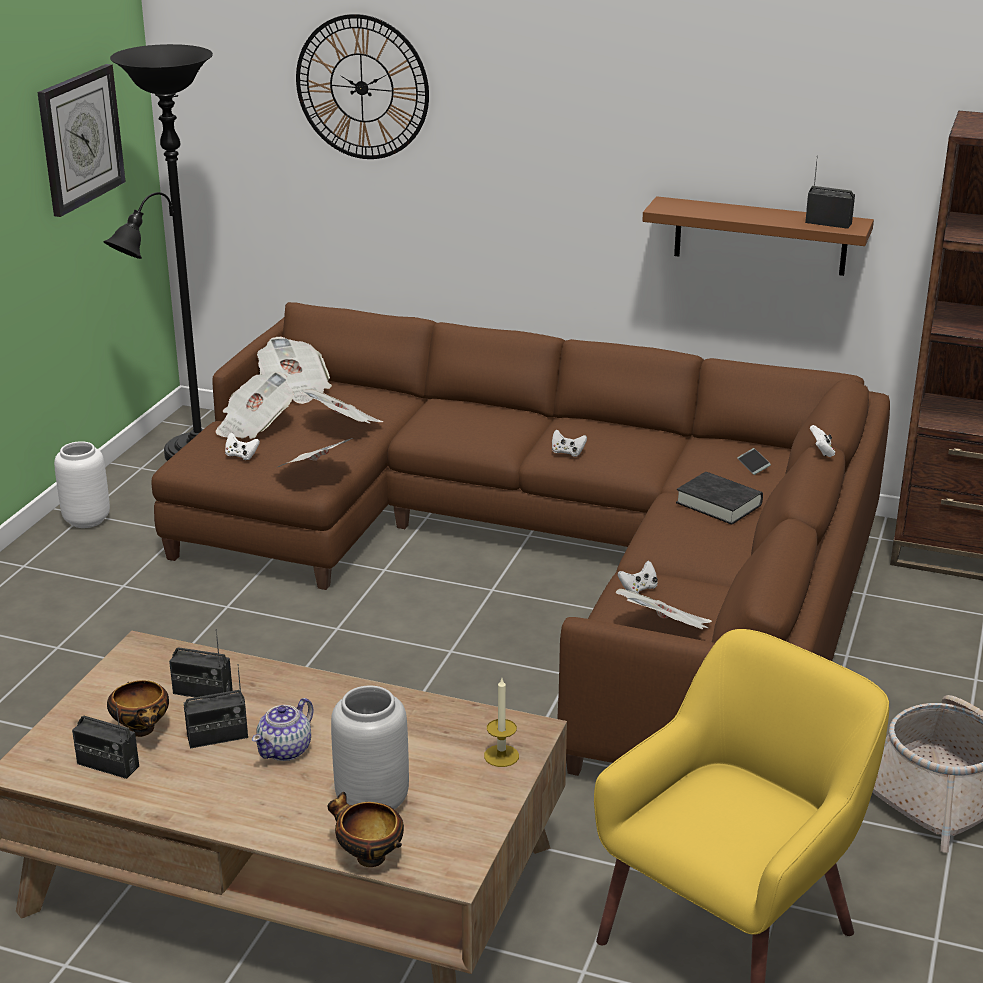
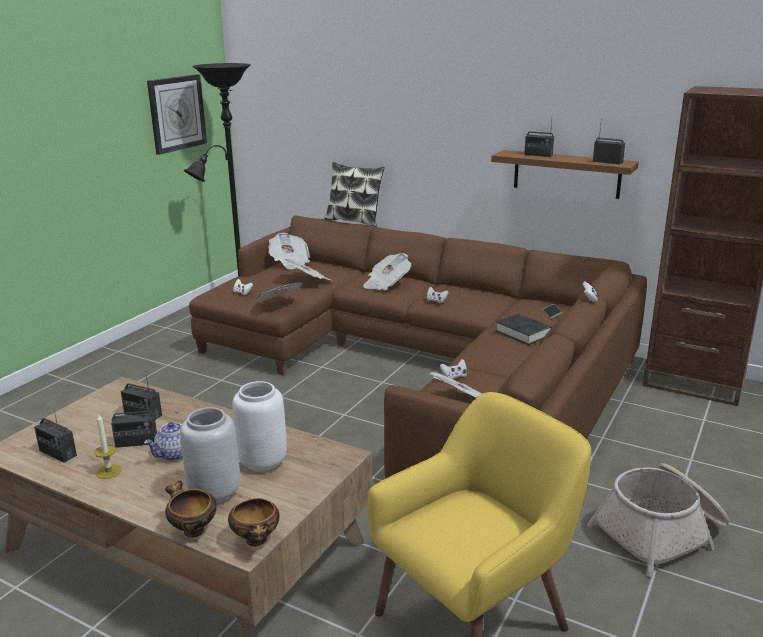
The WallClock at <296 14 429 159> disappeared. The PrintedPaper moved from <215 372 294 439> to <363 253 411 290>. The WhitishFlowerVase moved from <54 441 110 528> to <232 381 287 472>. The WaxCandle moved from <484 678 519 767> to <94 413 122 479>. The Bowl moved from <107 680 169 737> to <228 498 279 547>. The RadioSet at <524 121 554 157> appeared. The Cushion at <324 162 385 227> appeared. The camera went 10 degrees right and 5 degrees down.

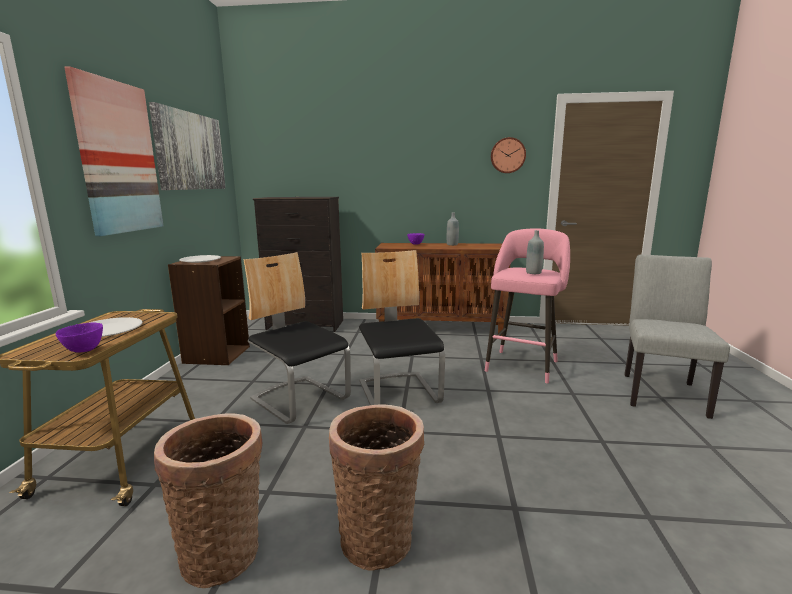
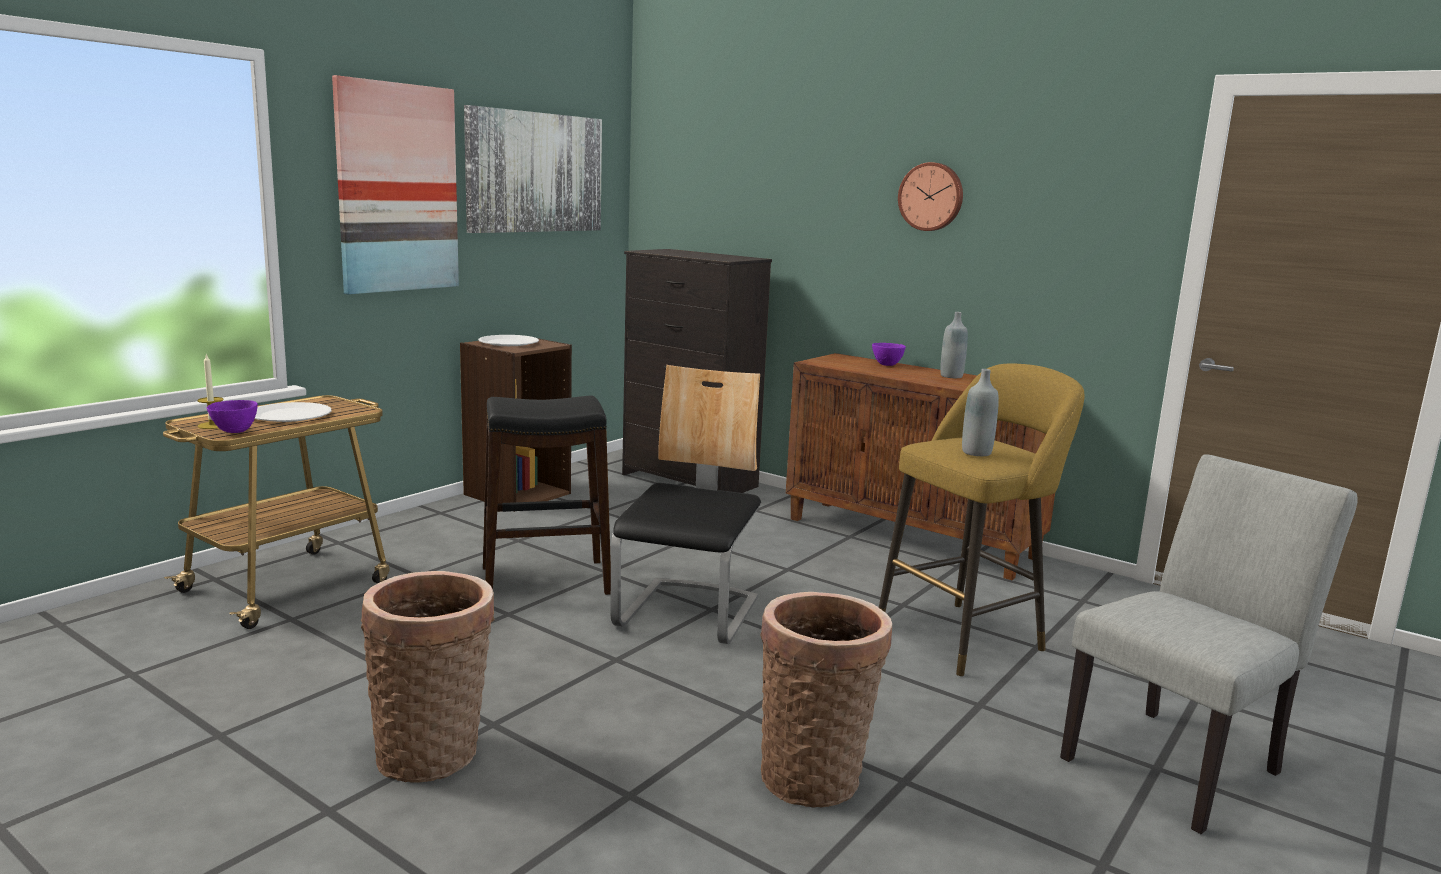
The WallClock moved from <491 137 526 173> to <898 162 963 231>. The PinkishSittingStool at <485 228 570 383> became the YellowishSittingStool at <879 364 1085 676>. The Chair at <244 252 351 424> was replaced by the BlackishSittingStool at <483 395 611 595>. The HouseholdBasket moved from <154 414 263 588> to <760 592 892 808>. The WaxCandle at <197 353 223 429> appeared. The camera went 30 degrees right and 0 degrees up.

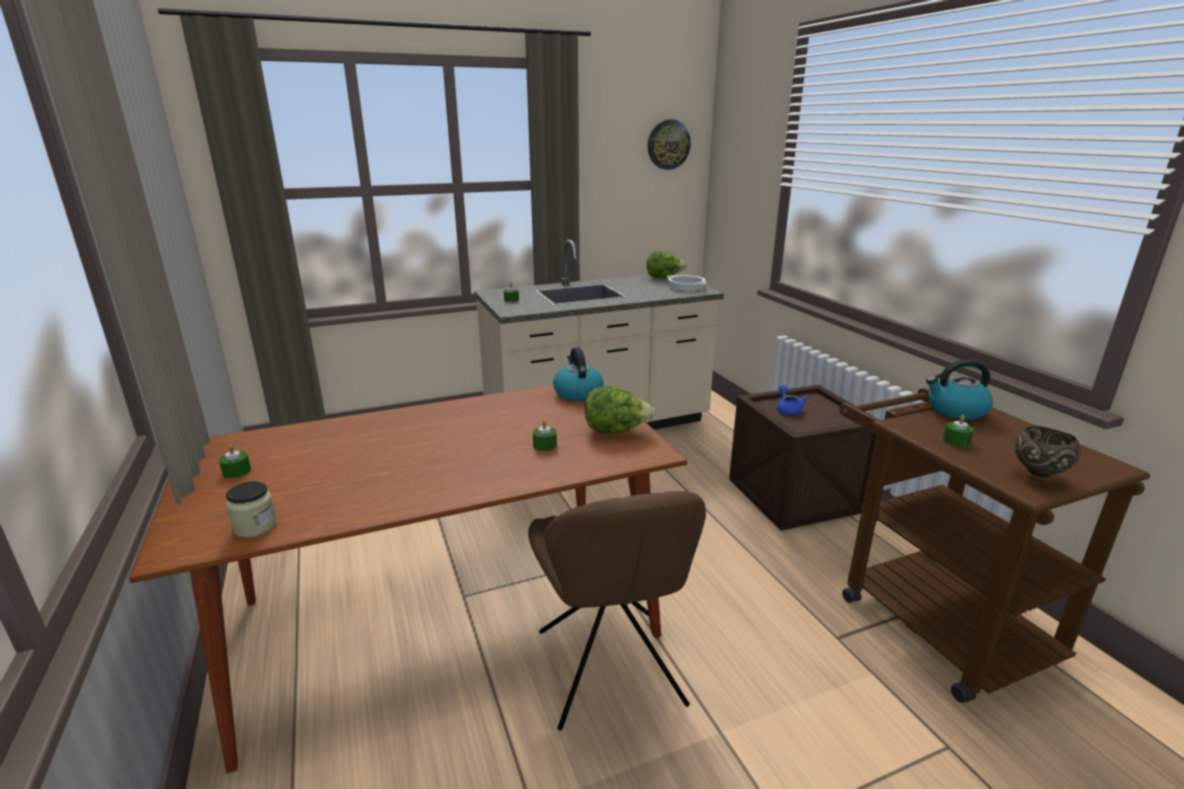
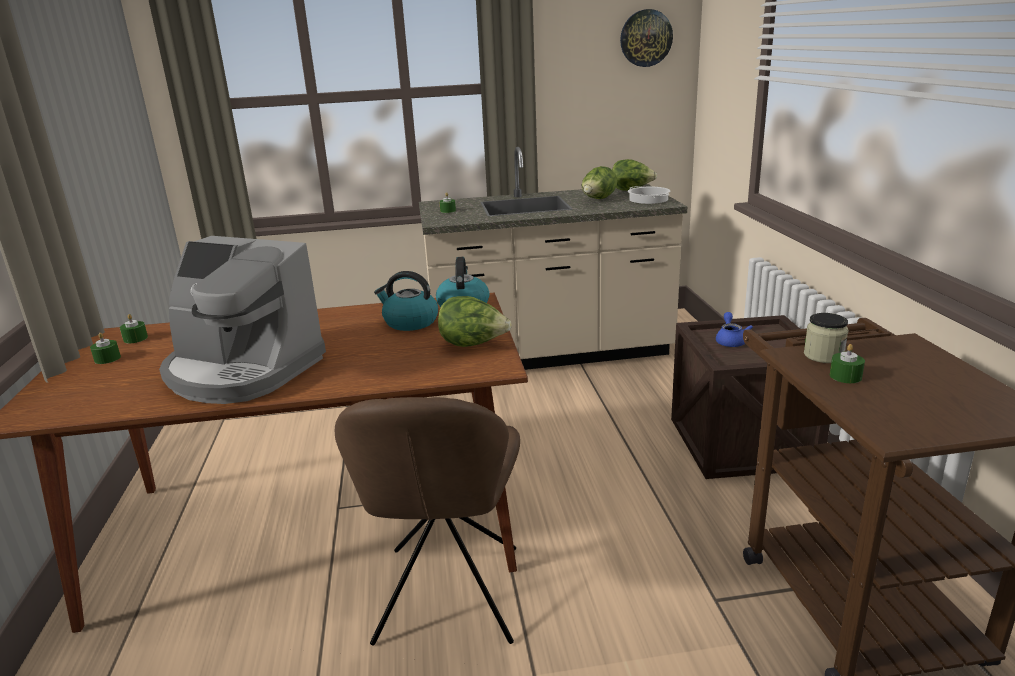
The WaterKettle moved from <926 359 993 420> to <374 271 438 331>. The GreenishWaxCandle moved from <533 420 557 451> to <120 314 148 343>. The BrownishBowl at <1014 426 1080 482> disappeared. The StorageJar moved from <226 481 277 538> to <804 313 849 363>. The HeadOfLettuce at <581 166 617 199> appeared. The CoffeeBrewer at <159 236 326 404> appeared. The camera went 15 degrees right and 0 degrees up.

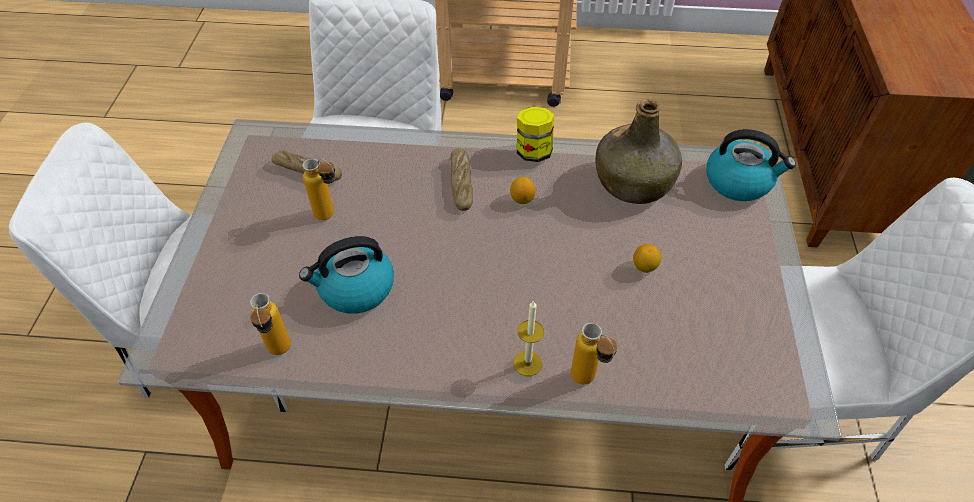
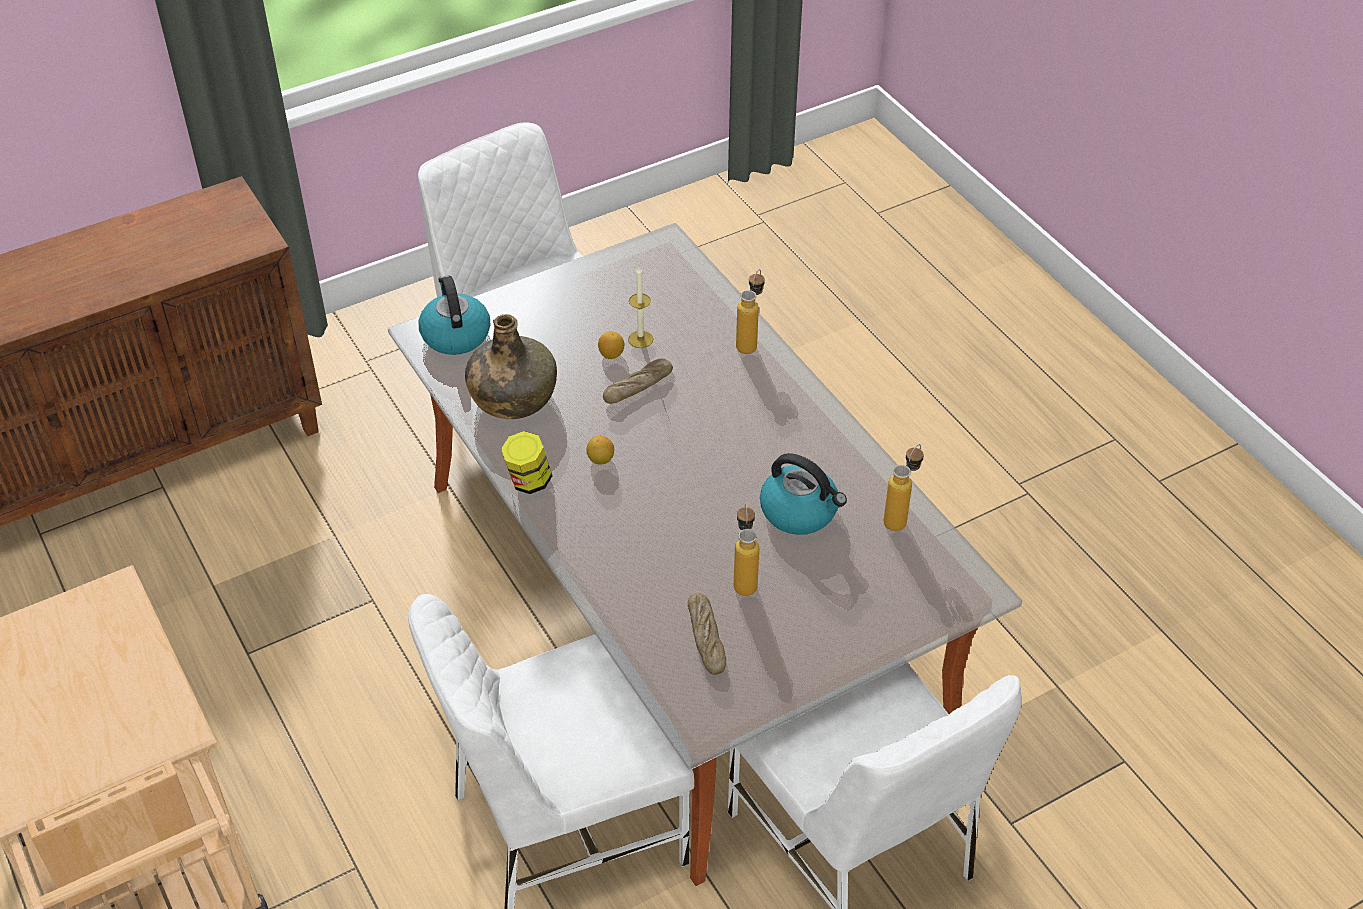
The BakedBread moved from <450 148 473 211> to <603 358 673 404>. The WaxCandle moved from <513 300 544 376> to <628 268 653 348>. The camera went 125 degrees left and 5 degrees down.

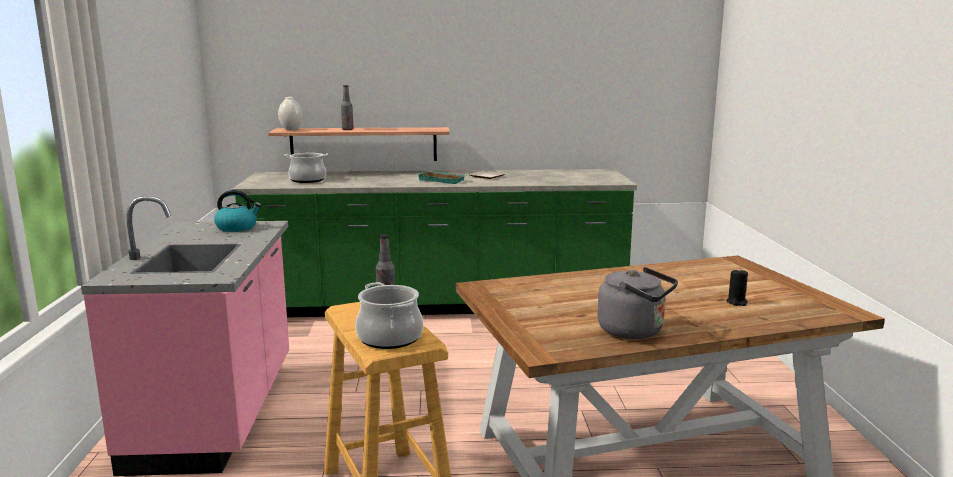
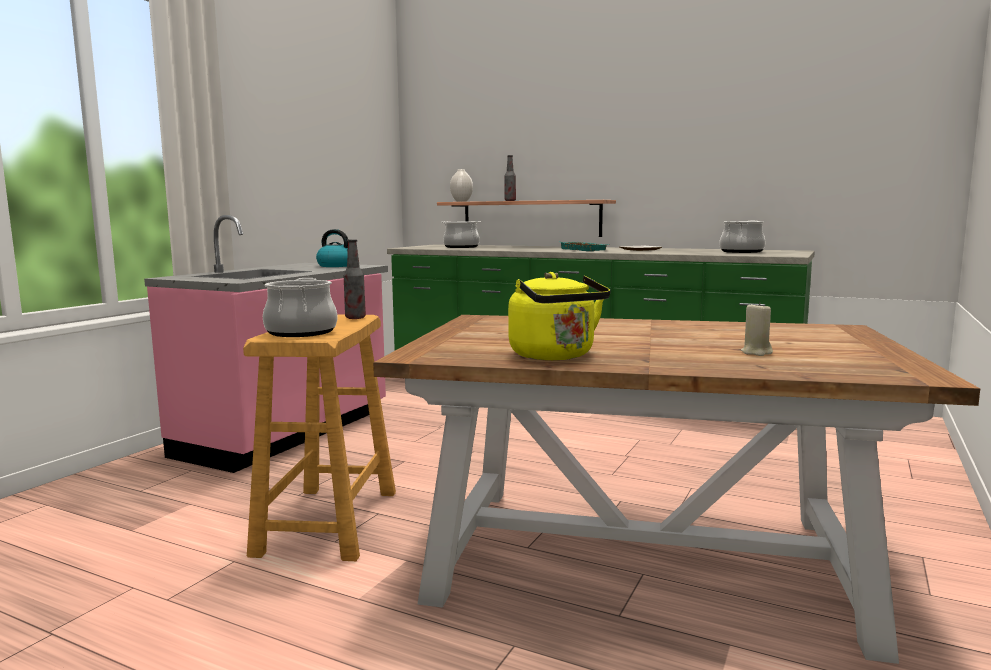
The GreyWaterKettle at <597 267 678 339> became the YellowishWaterKettle at <508 272 610 360>. The BlackishWaxCandle at <726 268 748 306> became the BeigeColouredWaxCandle at <741 302 773 356>. The CookingPot at <719 220 766 253> appeared. The camera went 30 degrees right and 5 degrees down.

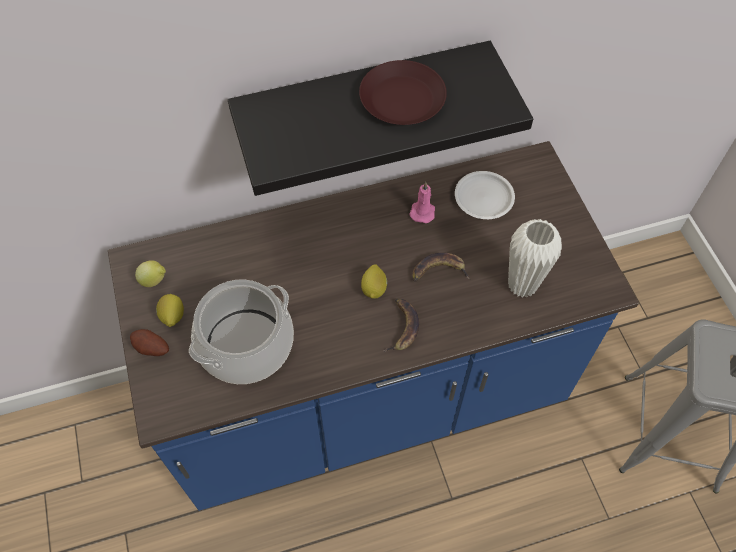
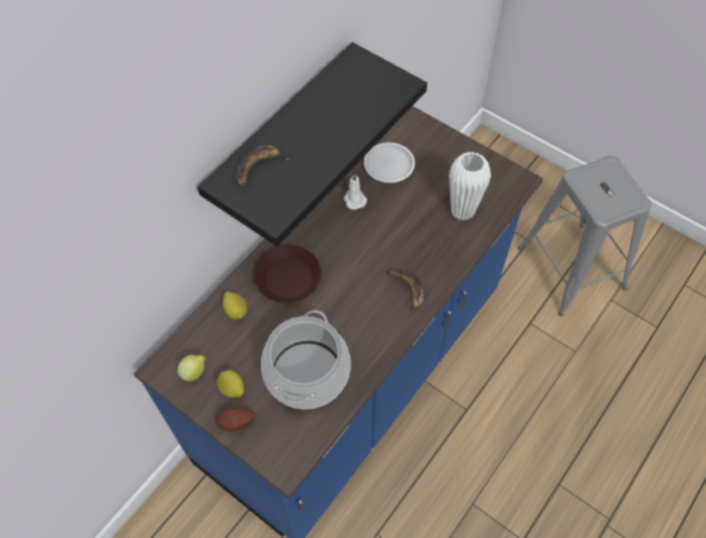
The BrownishPlate moved from <359 60 447 125> to <254 245 321 303>. The PinkishWaxCandle at <409 182 435 223> became the WhitishWaxCandle at <344 174 367 210>. The Banana moved from <412 253 470 282> to <236 145 290 187>. The Lemon moved from <361 265 387 299> to <223 291 247 319>. The camera went 35 degrees left and 0 degrees up.

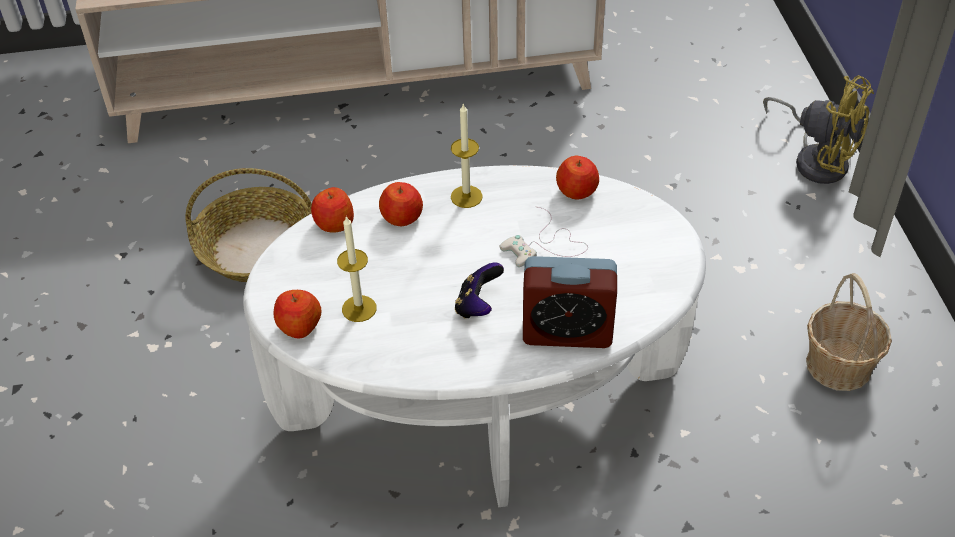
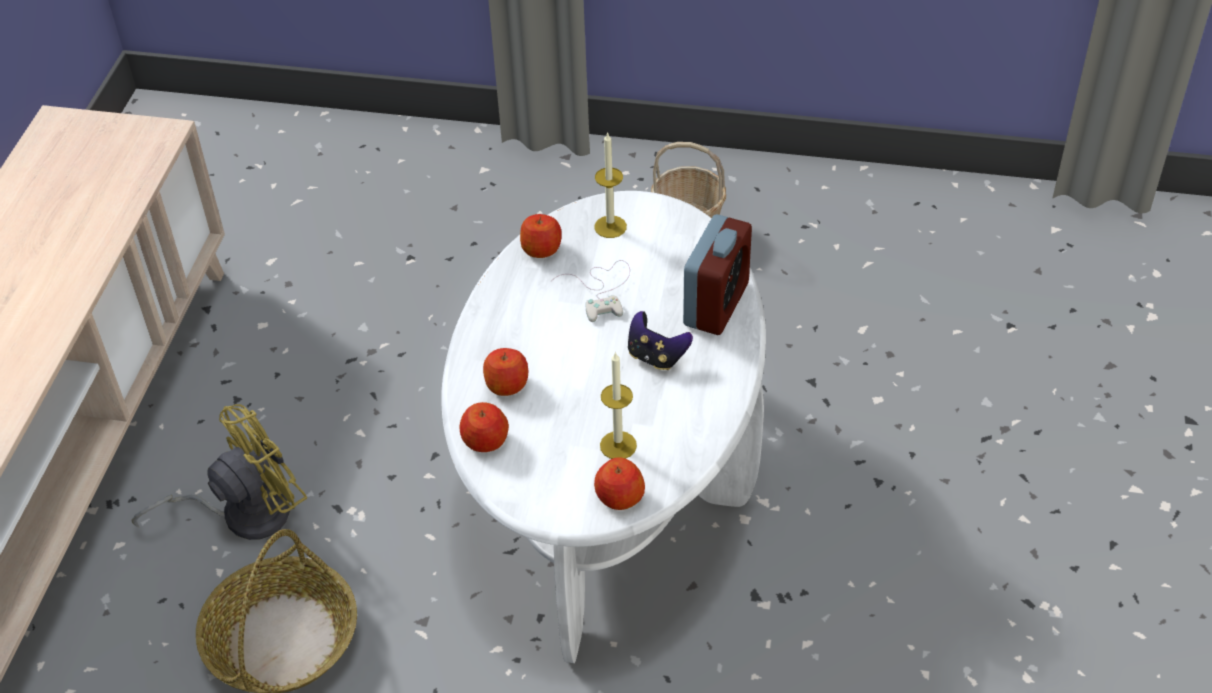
The YellowishCoolingFan moved from <763 75 874 184> to <132 404 307 540>. The WaxCandle moved from <451 104 483 208> to <594 132 627 238>. The camera went 70 degrees left and 0 degrees up.

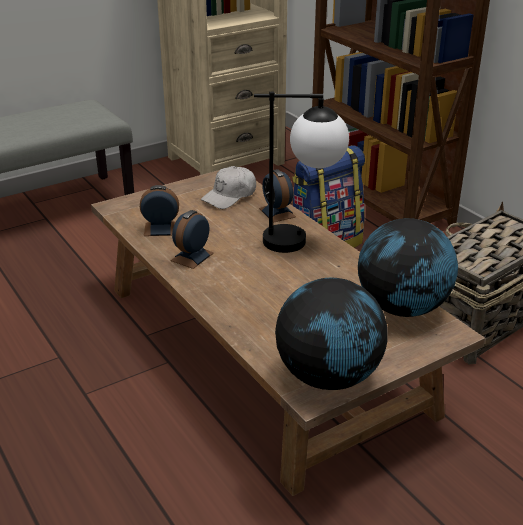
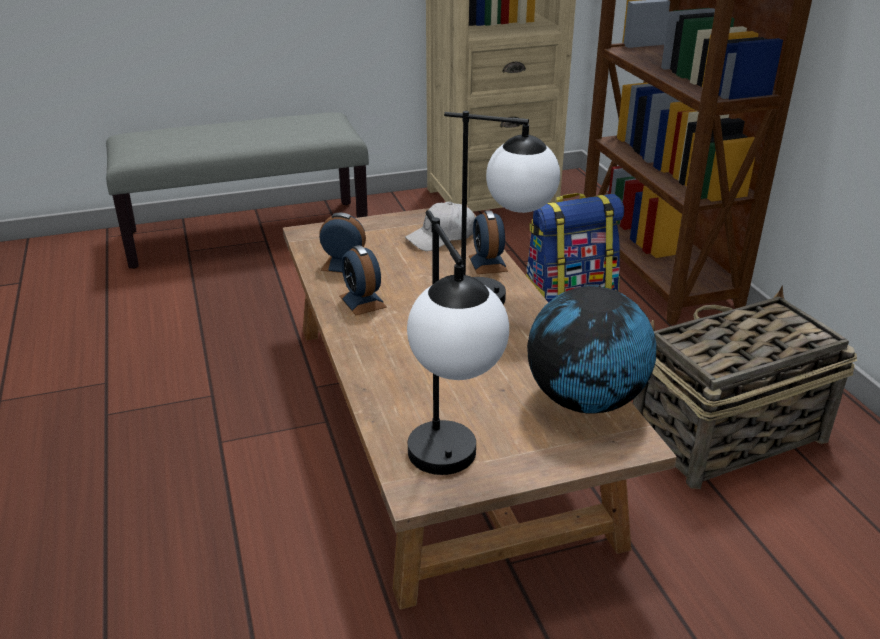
The TableClock at <171 210 214 269> turned 75 degrees counterclockwise. The WorldGlobe at <275 278 388 390> was replaced by the TabletopLamp at <407 210 509 475>. The camera went 15 degrees right and 0 degrees up.

